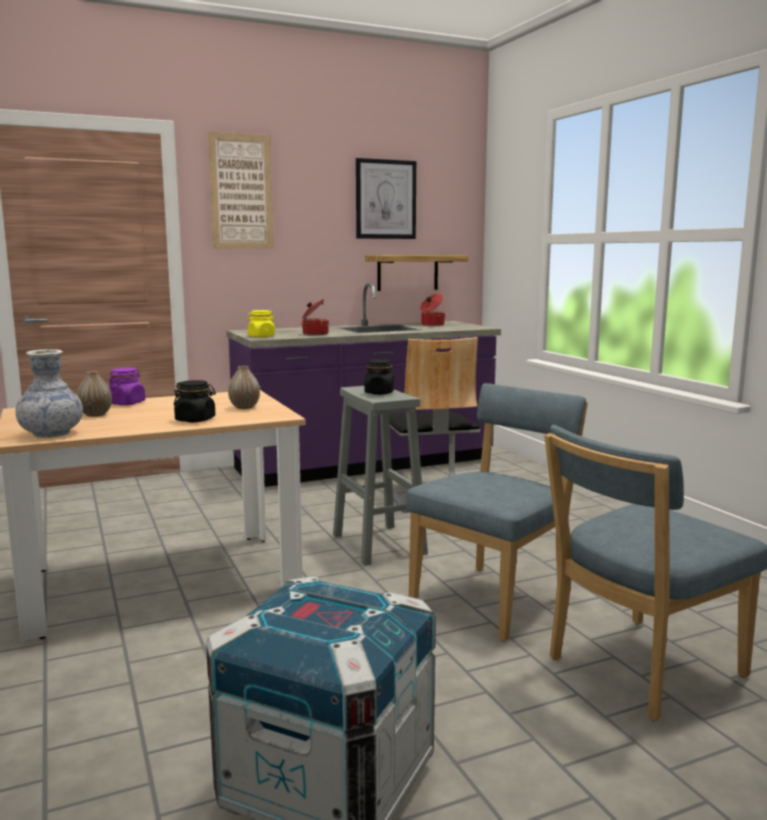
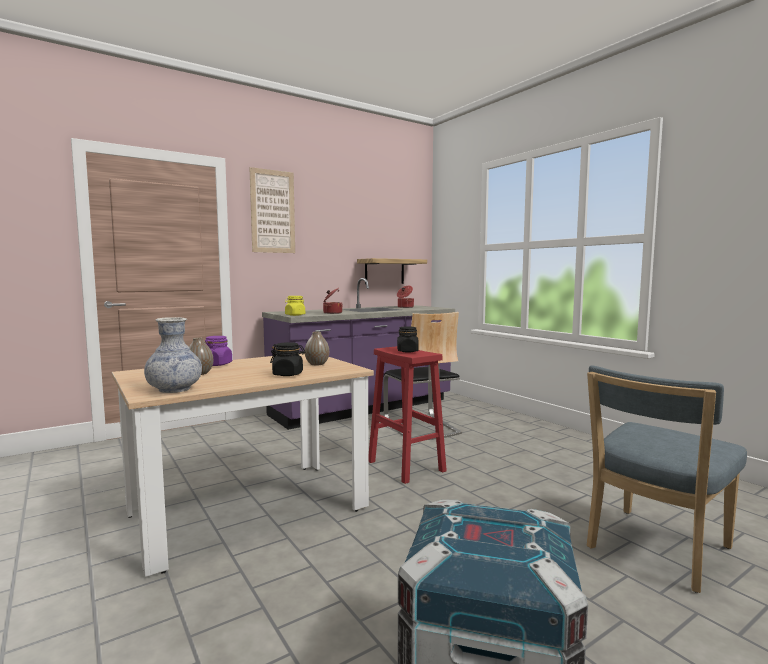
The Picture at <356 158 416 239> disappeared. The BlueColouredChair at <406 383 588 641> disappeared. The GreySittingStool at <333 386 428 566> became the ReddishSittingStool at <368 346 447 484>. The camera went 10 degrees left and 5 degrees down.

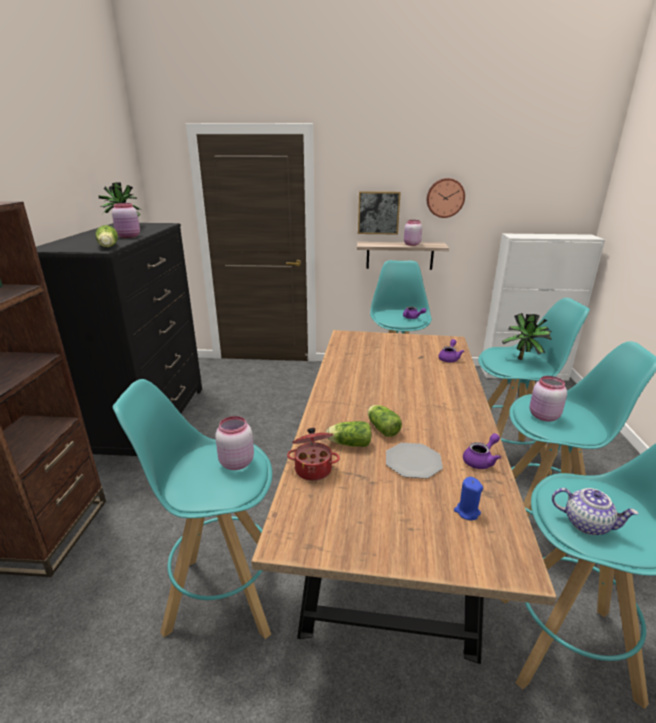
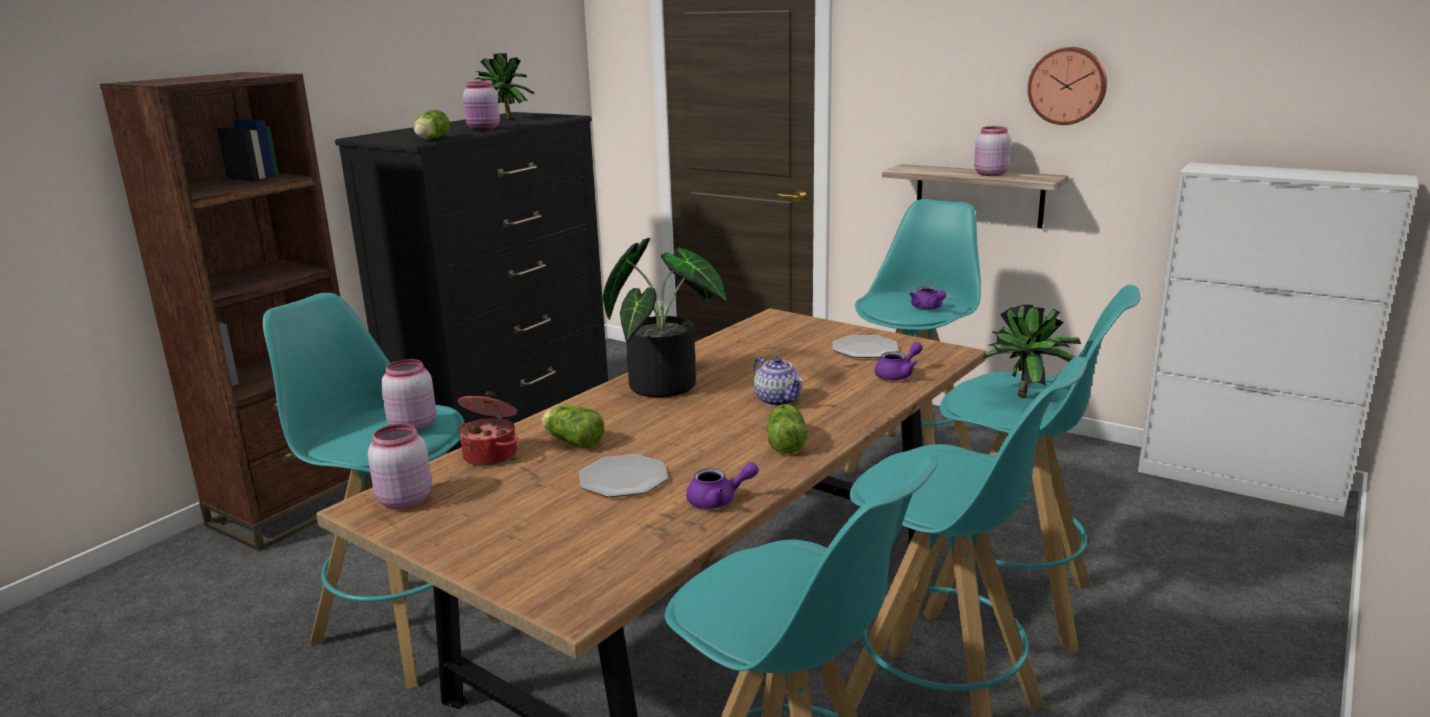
The Picture at <358 191 401 235> disappeared. The PinkishStorageJar moved from <530 376 567 421> to <368 424 432 509>. The HeadOfLettuce moved from <368 405 402 437> to <767 404 808 454>. The BlueColouredWaxCandle at <454 477 483 520> disappeared. The TeaPot moved from <552 488 638 535> to <753 357 803 407>. The PottedPlant at <603 238 727 397> appeared. The Plate at <833 335 899 358> appeared. The camera went 30 degrees right and 5 degrees down.

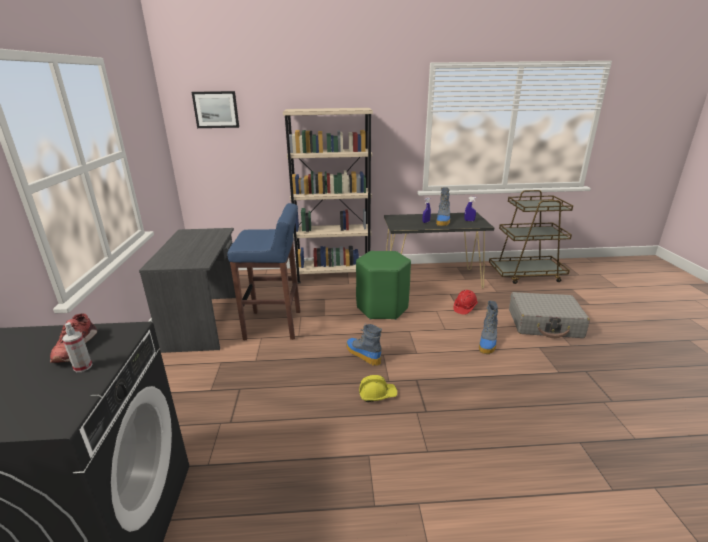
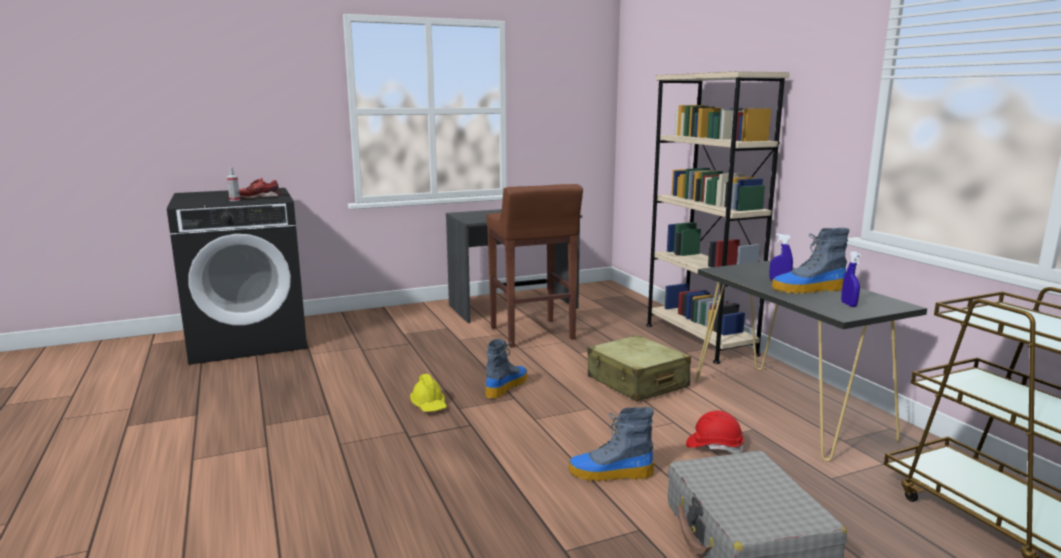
The Picture at <191 91 239 128> disappeared. The BlueColouredSittingStool at <227 203 300 340> became the BrownishSittingStool at <486 184 583 348>. The GreenishSittingStool at <356 251 411 320> was replaced by the BeigeColouredPieceOfLuggage at <587 335 691 402>. The camera went 70 degrees right and 10 degrees down.

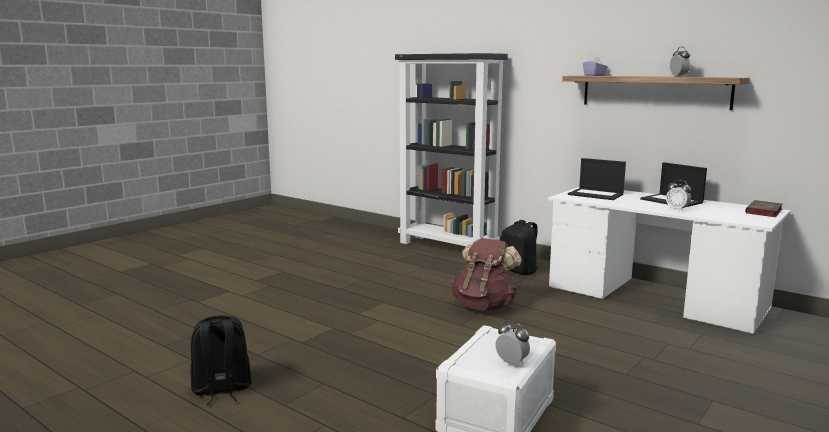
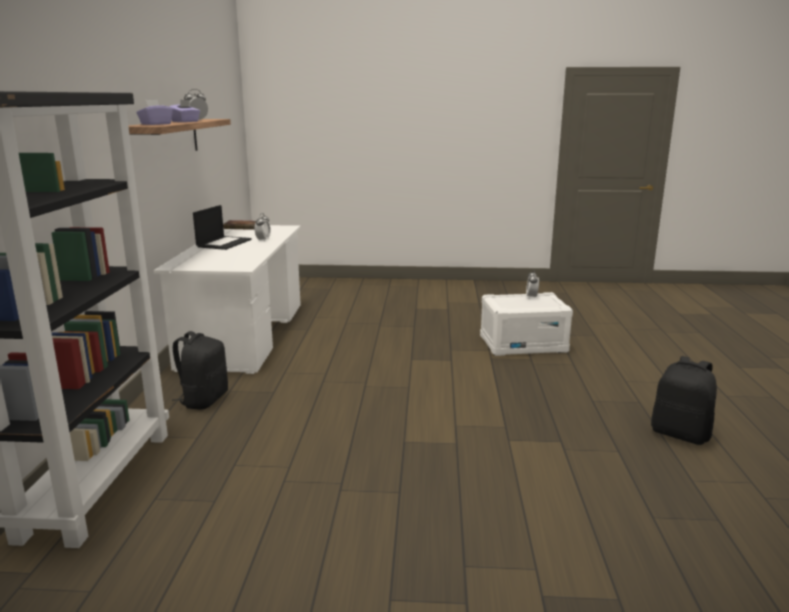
The Laptop at <568 158 626 200> disappeared. The BrownishRucksack at <451 238 522 311> disappeared. The PurpleColouredTissueHolder at <169 100 200 122> appeared. The camera went 125 degrees left and 5 degrees up.

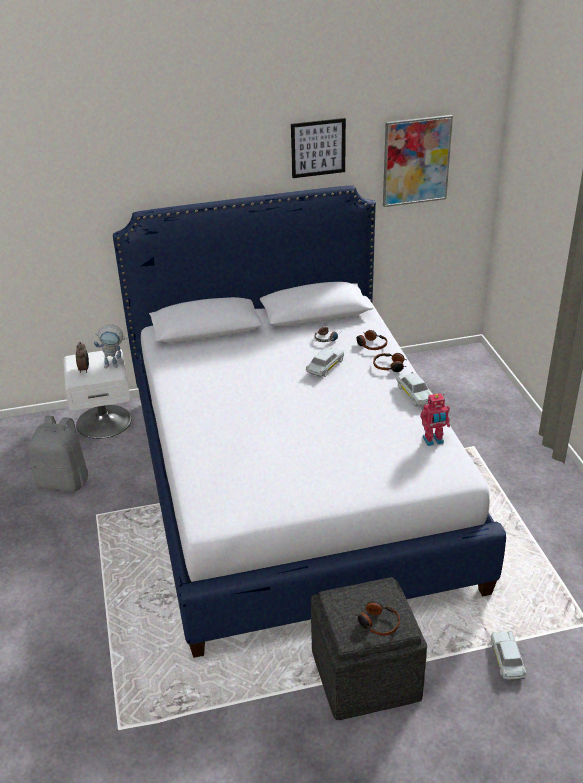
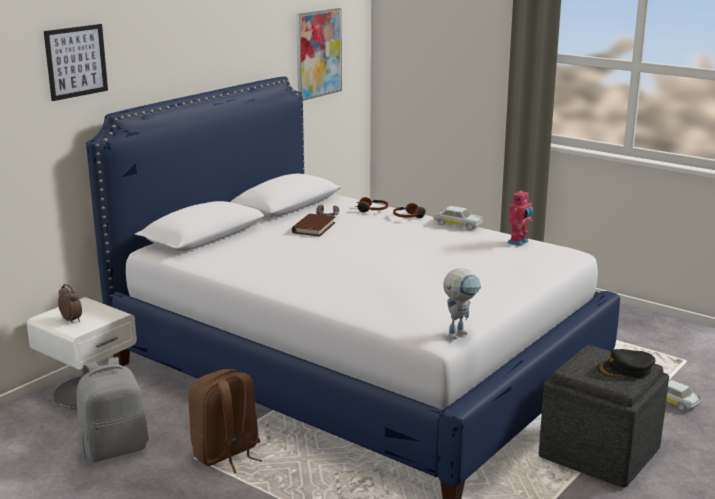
The Picture moved from <291 118 346 178> to <44 24 108 101>. The ToyRobot moved from <94 324 127 368> to <443 268 481 339>. The WhitishModelCar at <306 347 345 377> disappeared. The Headset at <356 601 400 636> was replaced by the BlackishCap at <597 349 655 378>. The BrownishBook at <292 214 336 236> appeared. The BrownishRucksack at <188 369 262 473> appeared. The camera went 40 degrees left and 15 degrees down.

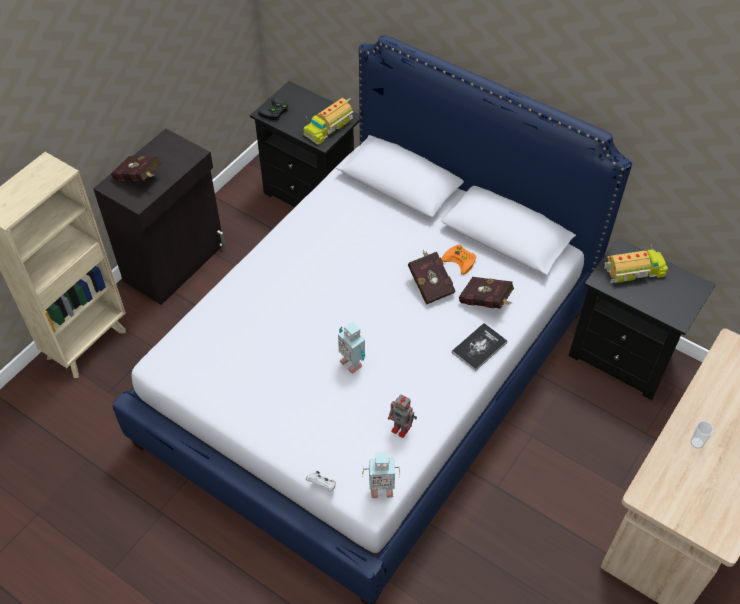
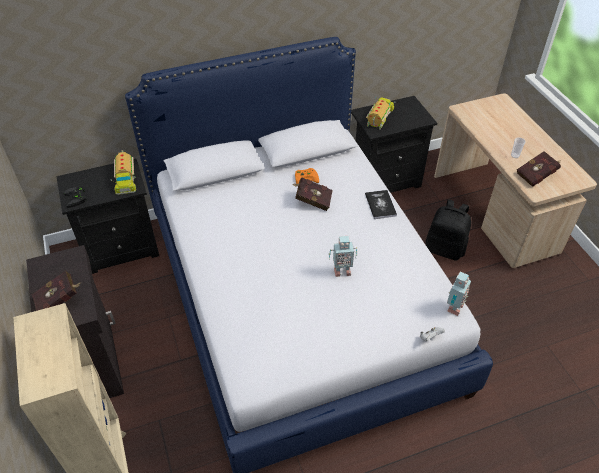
The ReddishBook moved from <459 277 514 309> to <517 151 561 187>. The ToyRobot at <388 394 417 438> disappeared. The BlackishRucksack at <426 199 471 261> appeared. The camera went 55 degrees left and 5 degrees down.

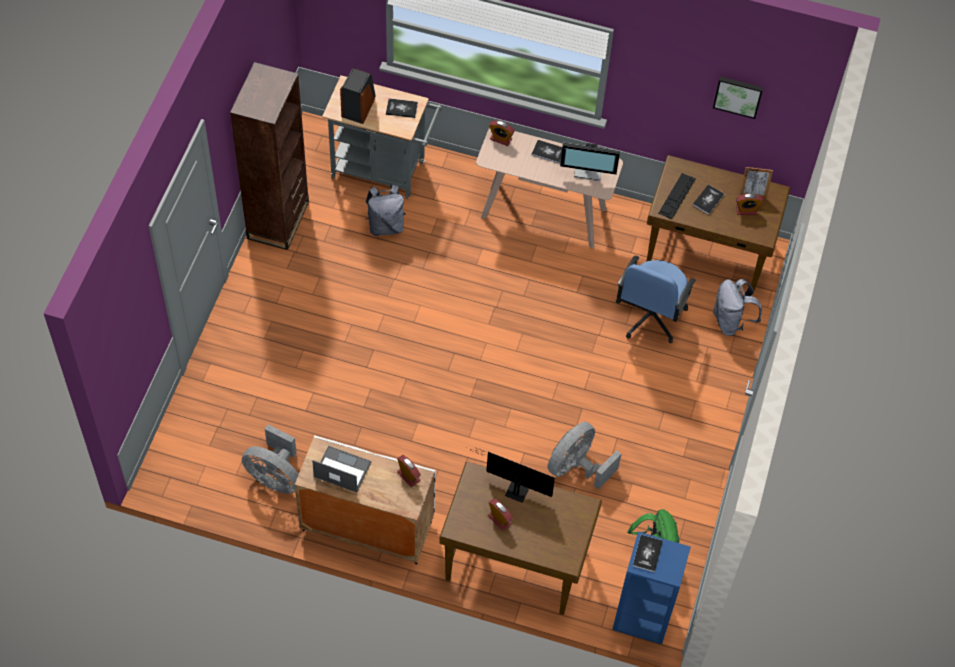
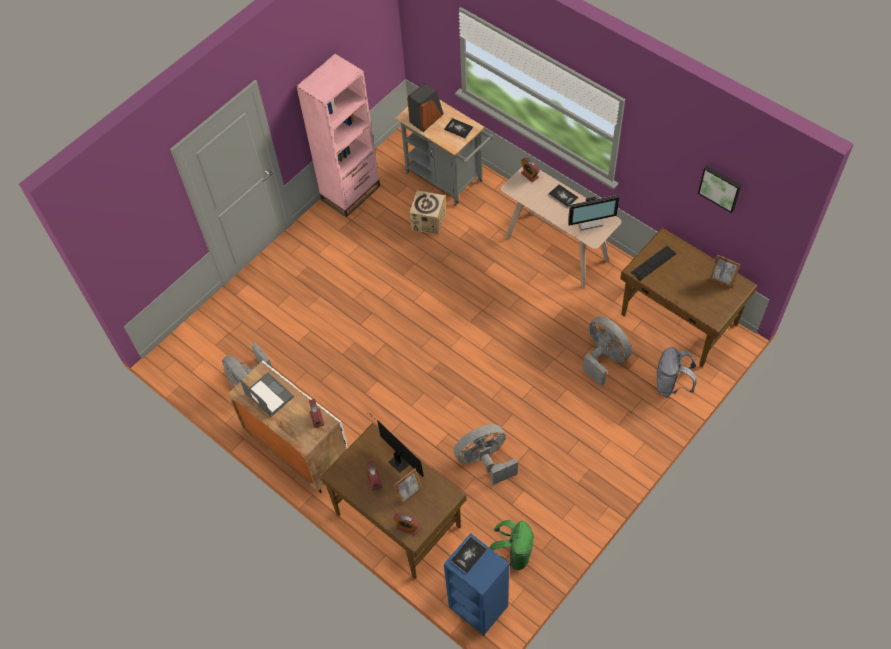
The BrownishShelvingUnit at <230 62 309 250> became the PinkishShelvingUnit at <296 54 380 217>. The ComputerDisplay at <560 143 620 181> turned 45 degrees counterclockwise. The GreyRucksack at <365 184 406 236> was replaced by the CardboardBox at <409 190 446 235>. The Book at <692 184 725 215> disappeared. The TableClock moved from <736 194 763 215> to <393 513 420 535>. The BlueColouredComputerChair at <616 256 696 343> was replaced by the GreyCoolingFan at <583 316 632 386>. The PictureFrame at <394 469 422 505> appeared. The camera went 30 degrees right and 0 degrees up.

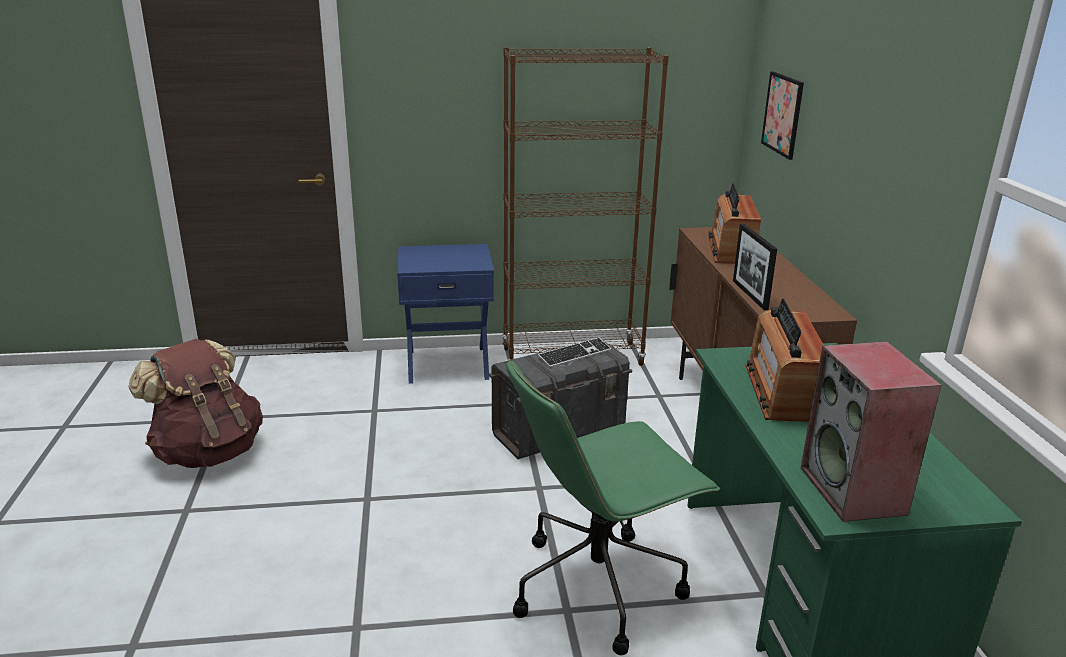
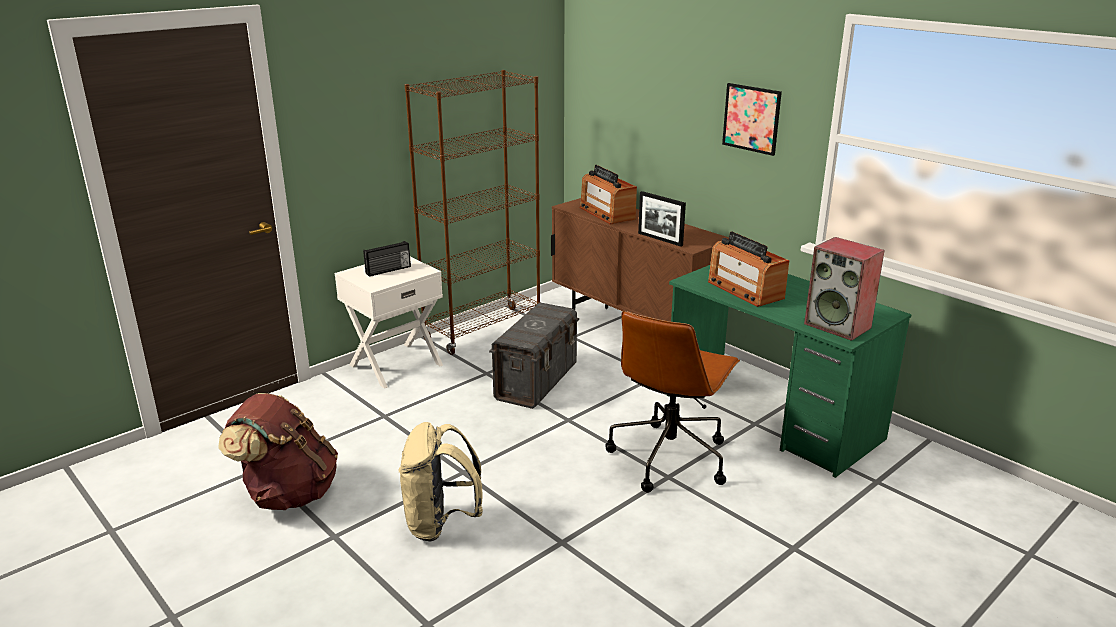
The Picture moved from <761 71 804 160> to <722 83 782 156>. The BlueColouredNightTable at <397 244 494 384> became the WhitishNightTable at <335 257 443 389>. The ComputerKeyboard at <538 338 612 367> disappeared. The GreenishComputerChair at <506 359 720 655> became the BrownishComputerChair at <606 311 740 493>. The RadioSet at <363 241 411 277> appeared. The BeigeColouredRucksack at <398 422 483 542> appeared. The camera went 35 degrees left and 0 degrees up.

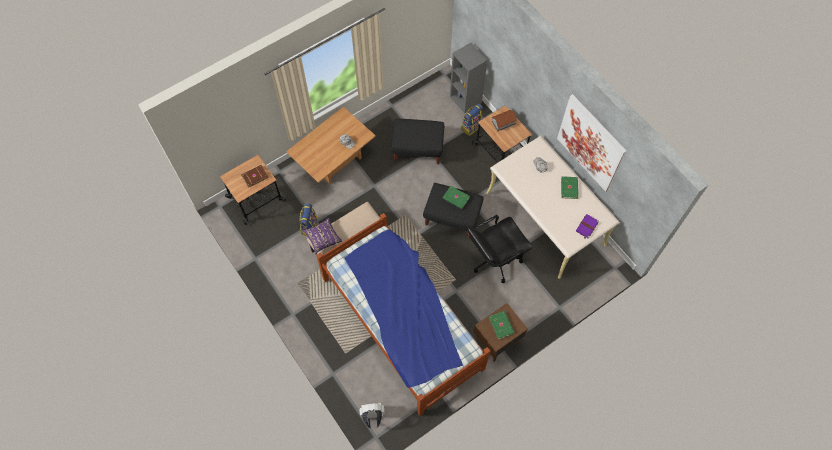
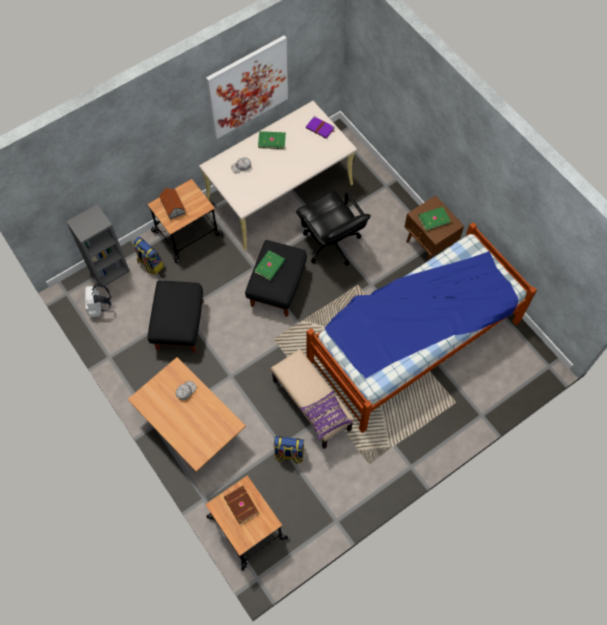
The WhitishRucksack moved from <359 403 385 428> to <85 283 111 318>. The camera went 90 degrees left and 0 degrees up.

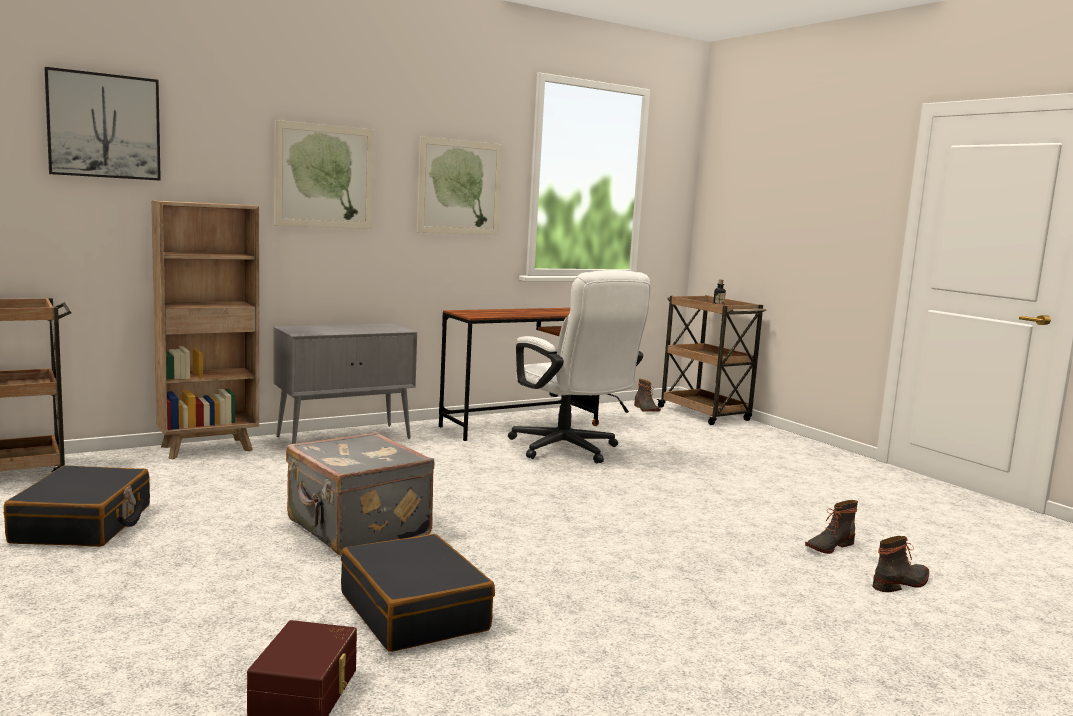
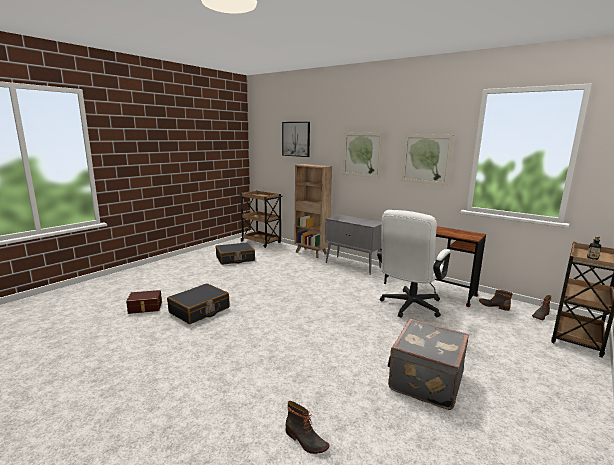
The GreyPieceOfLuggage moved from <286 432 434 555> to <388 319 469 410>. The TallBoot moved from <805 500 858 554> to <479 290 513 311>. The camera went 70 degrees right and 5 degrees up.

